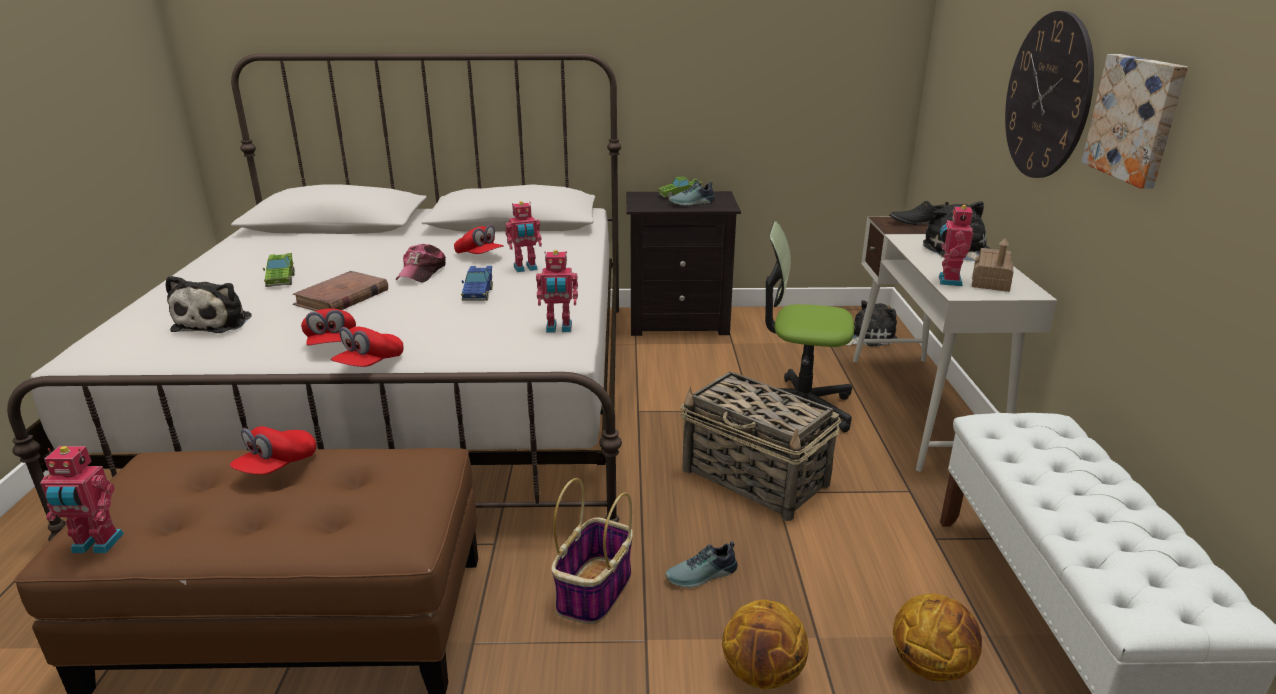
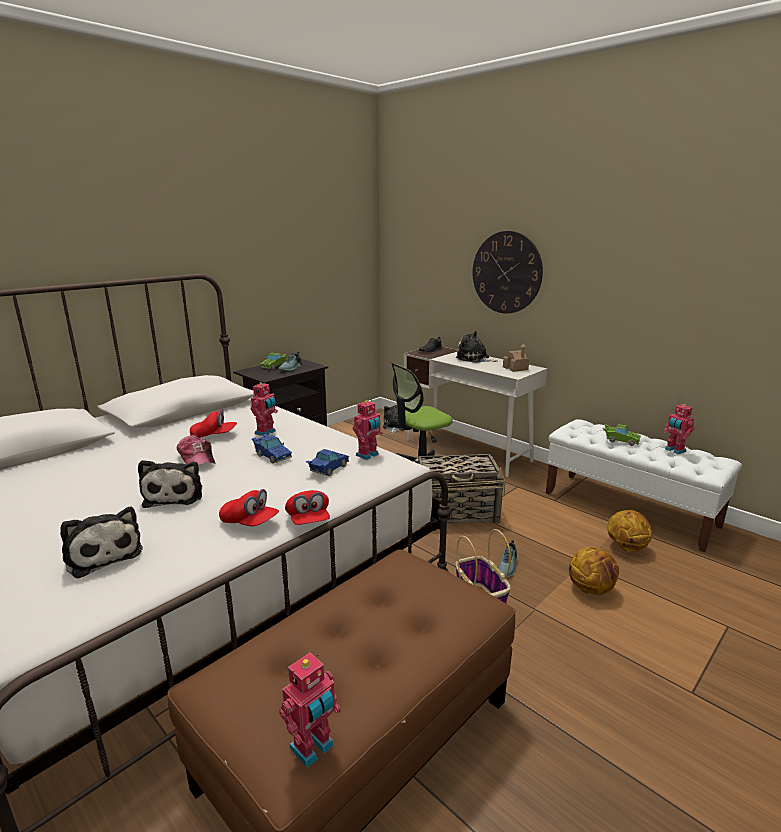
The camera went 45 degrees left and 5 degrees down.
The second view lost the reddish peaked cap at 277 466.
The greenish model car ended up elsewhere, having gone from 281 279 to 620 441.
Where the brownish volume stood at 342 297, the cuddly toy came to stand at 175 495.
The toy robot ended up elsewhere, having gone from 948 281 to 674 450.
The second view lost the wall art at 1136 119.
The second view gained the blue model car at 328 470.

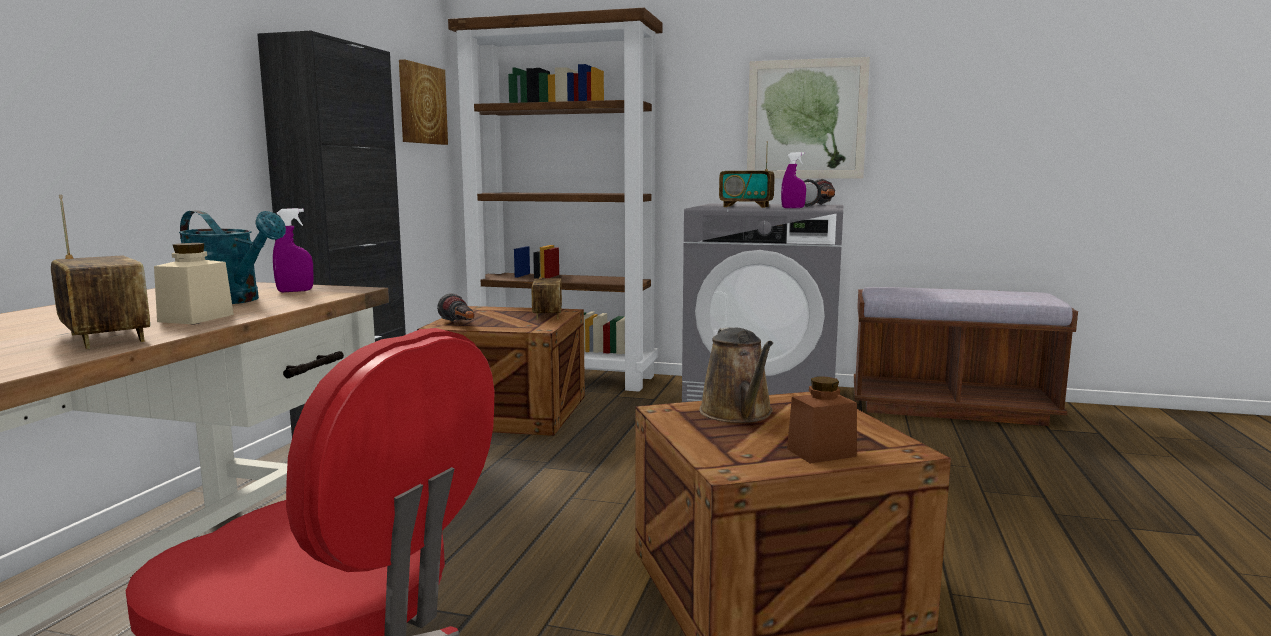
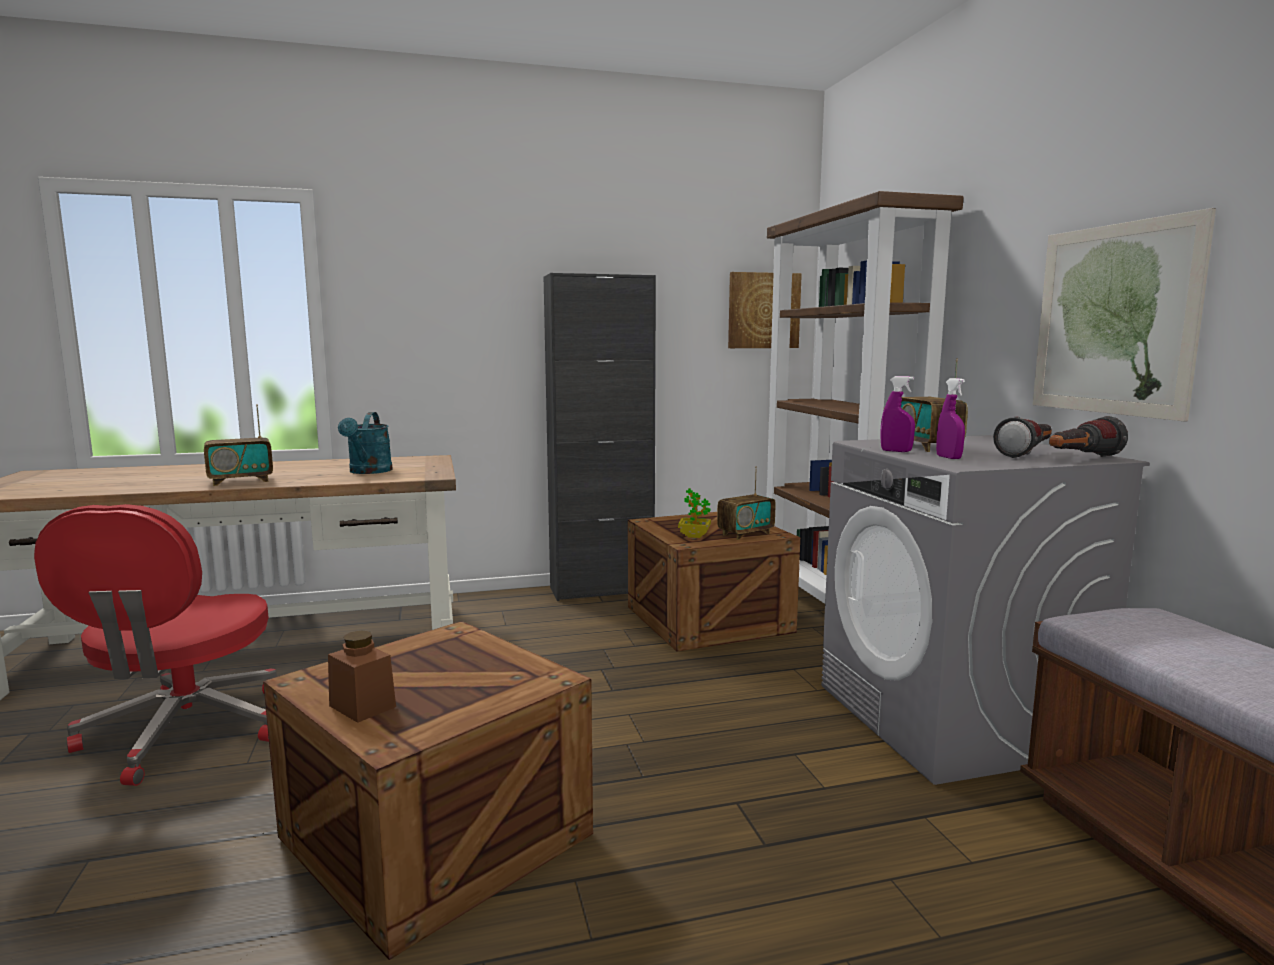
The camera went 60 degrees right and 0 degrees up.
The radio receiver at 105 338 ended up facing another way, 45 degrees clockwise from before.
The second view lost the beige preserve jar at 196 318.
The purplish spray bottle ended up elsewhere, having gone from 295 291 to 896 451.
The second view lost the hand torch at 460 325.
The second view lost the brownish sprinkling can at 738 414.
The second view gained the potted plant at 694 536.

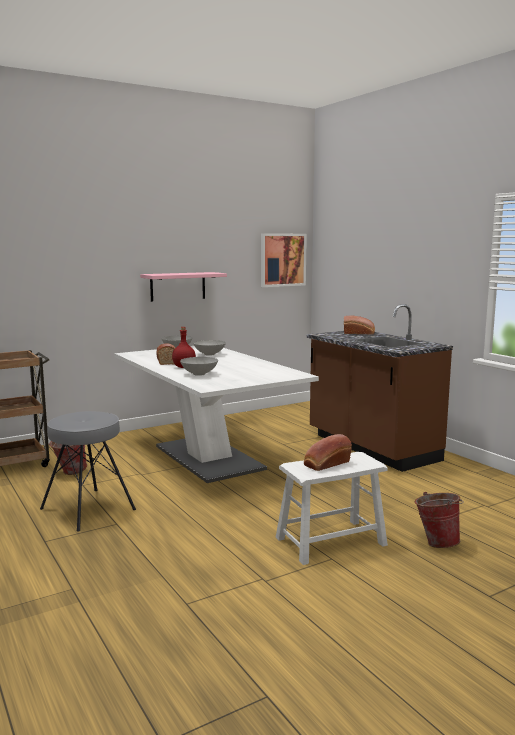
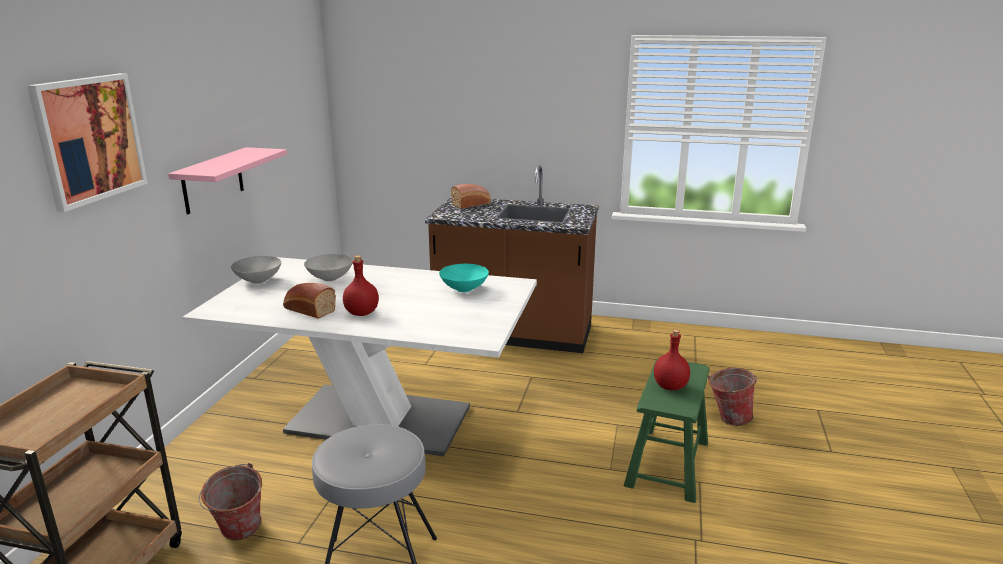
The camera went 45 degrees left and 10 degrees up.
The second view lost the gray deep dish at 199 374.
The wall art ended up elsewhere, having gone from 282 260 to 89 139.
What was the white-coloured stool at 331 541 turned into the greenish stool at 667 463.
Where the baked bread stood at 326 464, the reddish bottle came to stand at 670 387.
The second view gained the blue-green deep dish at 463 289.

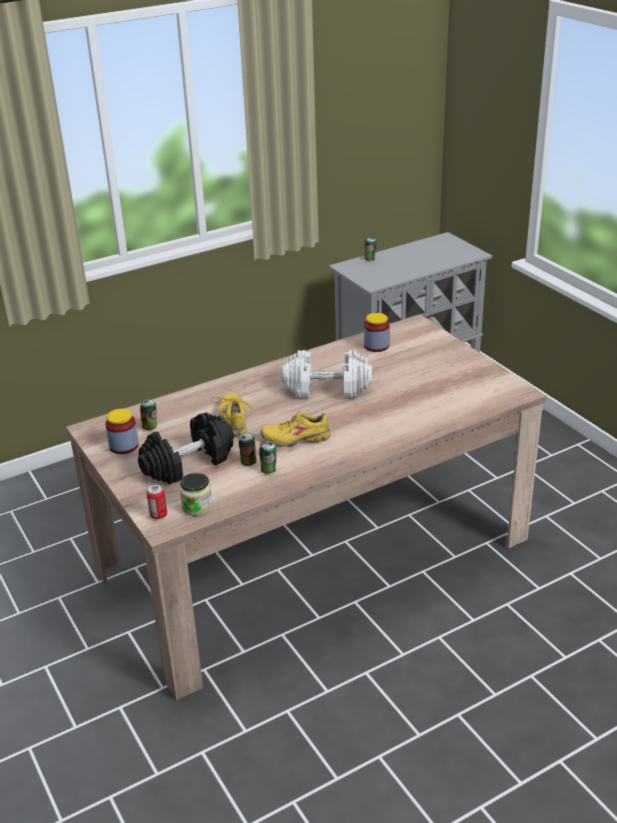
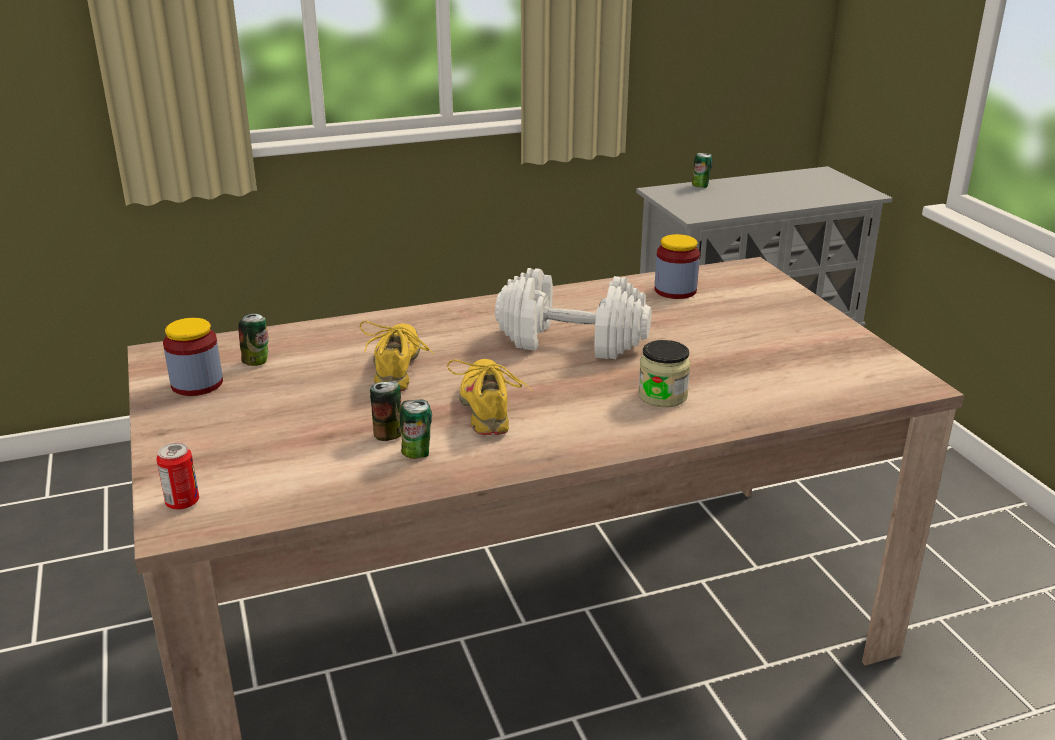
The camera went 10 degrees right and 5 degrees down.
The second view lost the black free weight at 188 463.
The preserve jar ended up elsewhere, having gone from 197 506 to 662 396.
The yellow-coloured shoe at 296 438 ended up facing another way, 75 degrees clockwise from before.

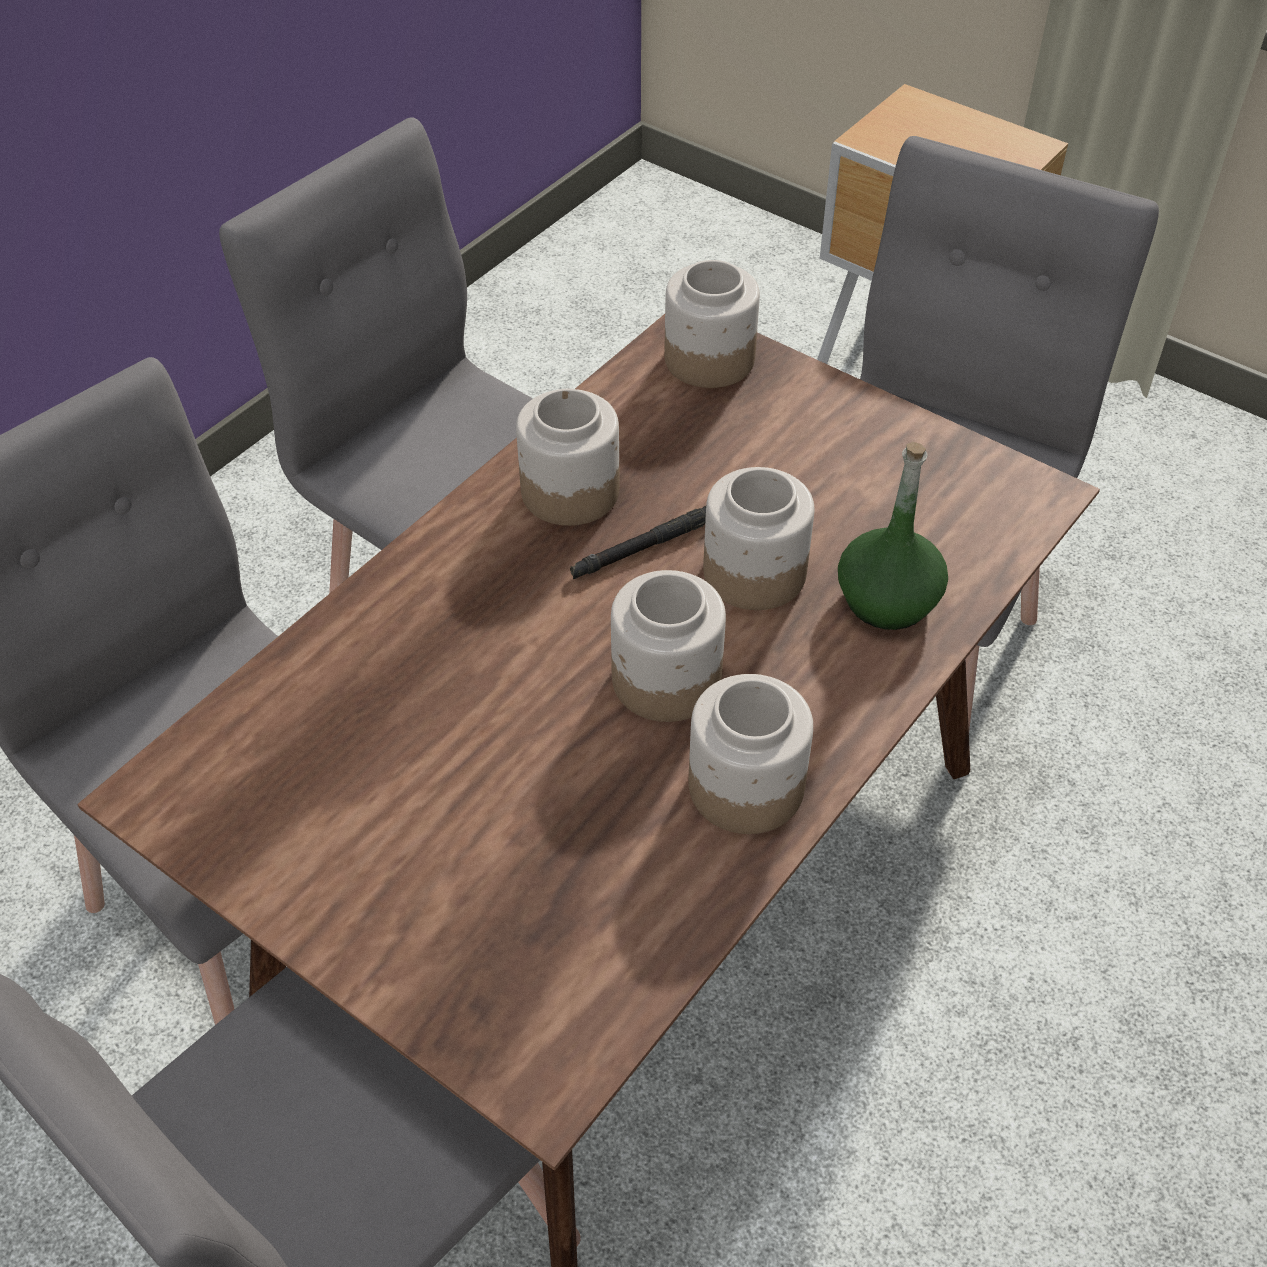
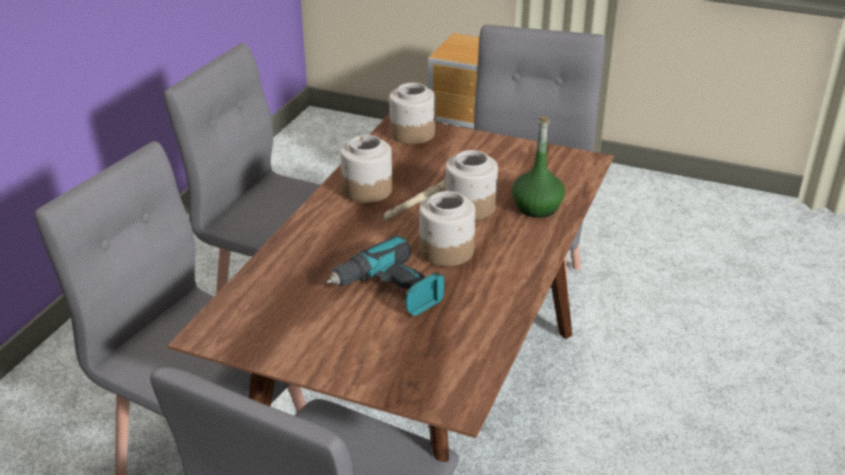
The camera went 15 degrees left and 15 degrees down.
What was the black hand torch at 650 544 turned into the beige hand torch at 415 203.
The second view lost the preserve jar at 744 787.
The second view gained the power drill at 389 291.

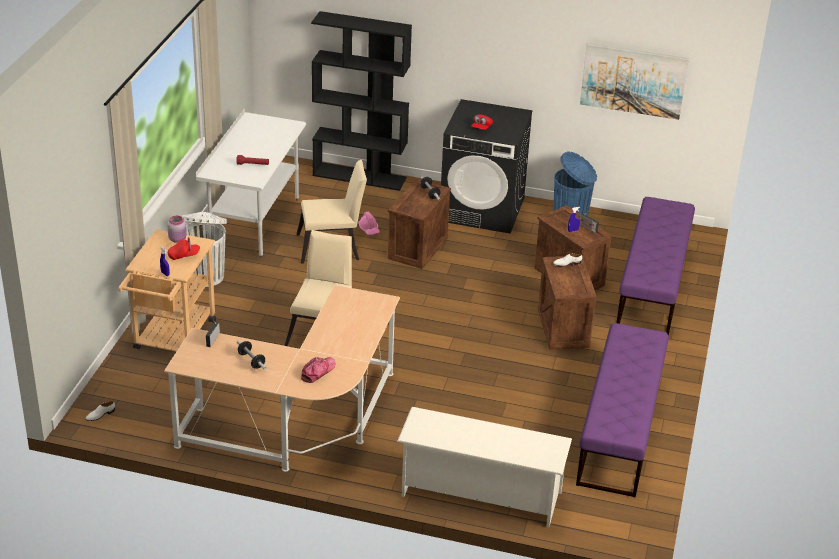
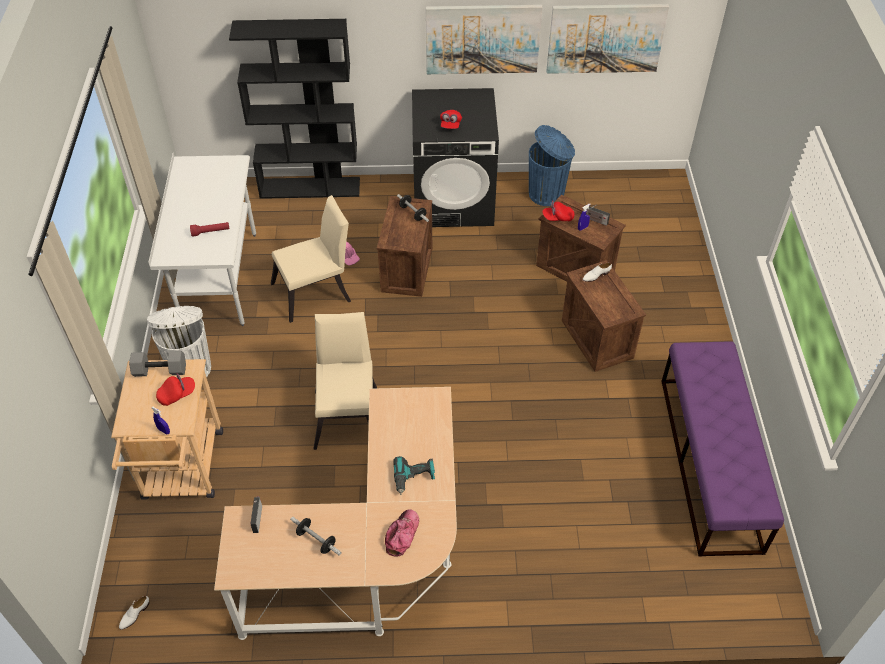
The camera went 15 degrees left and 15 degrees up.
Where the pink preserve jar stood at 178 239, the gray free weight came to stand at 161 370.
The second view lost the white-coloured shoe stand at 480 494.
The second view lost the purplish long seat at 652 287.
The second view gained the power drill at 414 478.
The second view gained the wall art at 482 39.
The second view gained the reddish peaked cap at 557 217.

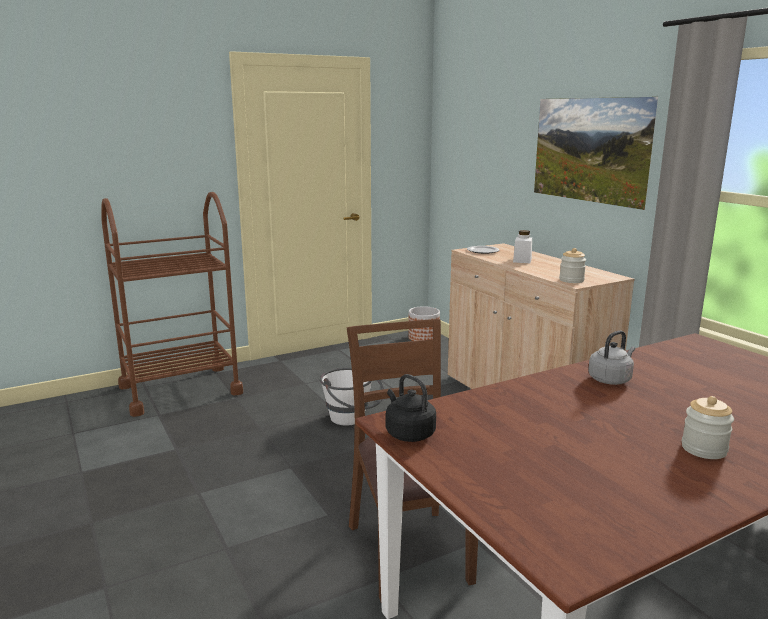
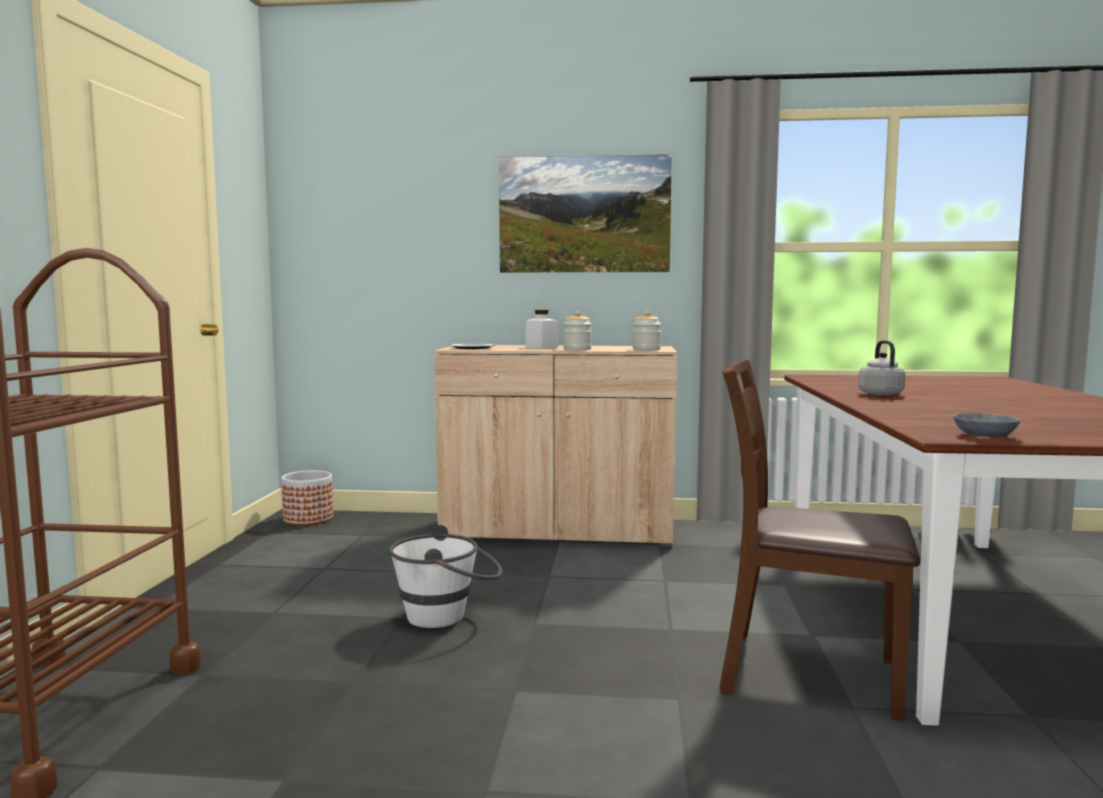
The camera went 55 degrees left and 10 degrees down.
Where the black tea kettle stood at 408 433, the gray deep dish came to stand at 984 435.
The preserve jar ended up elsewhere, having gone from 704 449 to 577 349.

